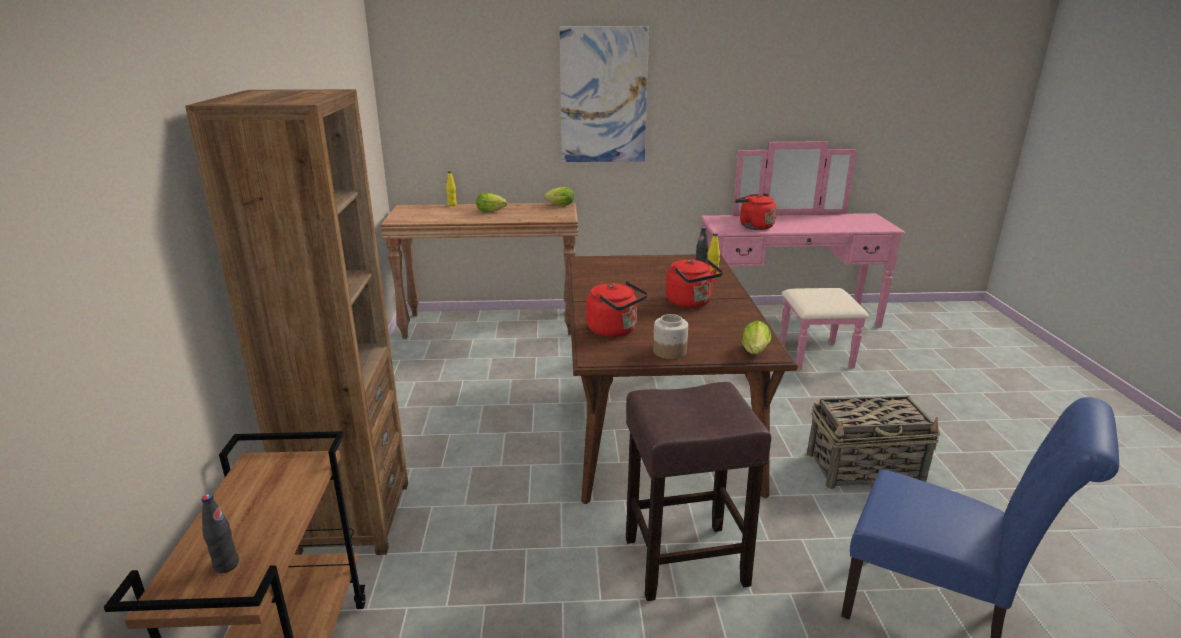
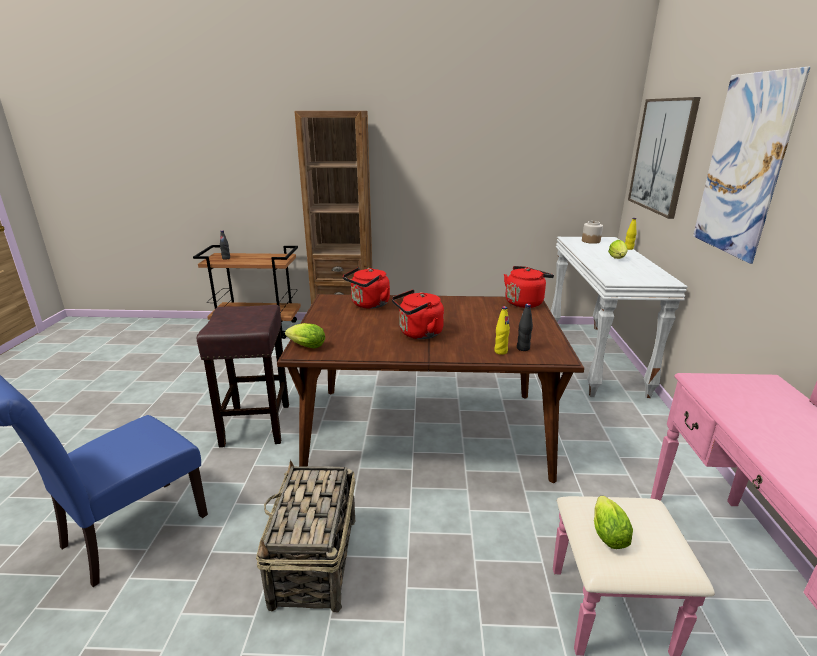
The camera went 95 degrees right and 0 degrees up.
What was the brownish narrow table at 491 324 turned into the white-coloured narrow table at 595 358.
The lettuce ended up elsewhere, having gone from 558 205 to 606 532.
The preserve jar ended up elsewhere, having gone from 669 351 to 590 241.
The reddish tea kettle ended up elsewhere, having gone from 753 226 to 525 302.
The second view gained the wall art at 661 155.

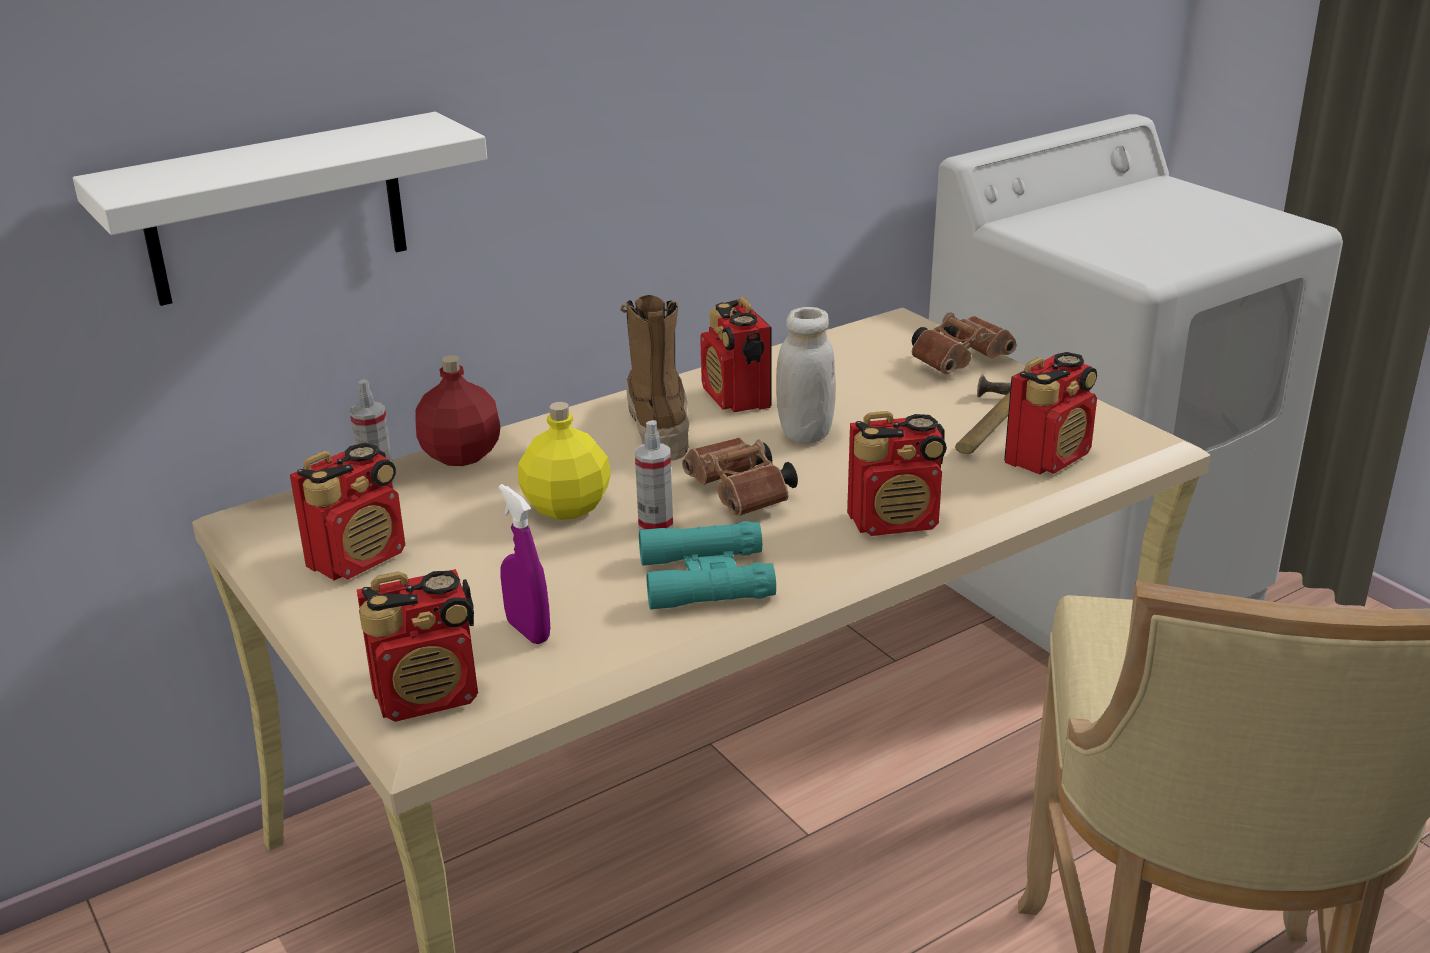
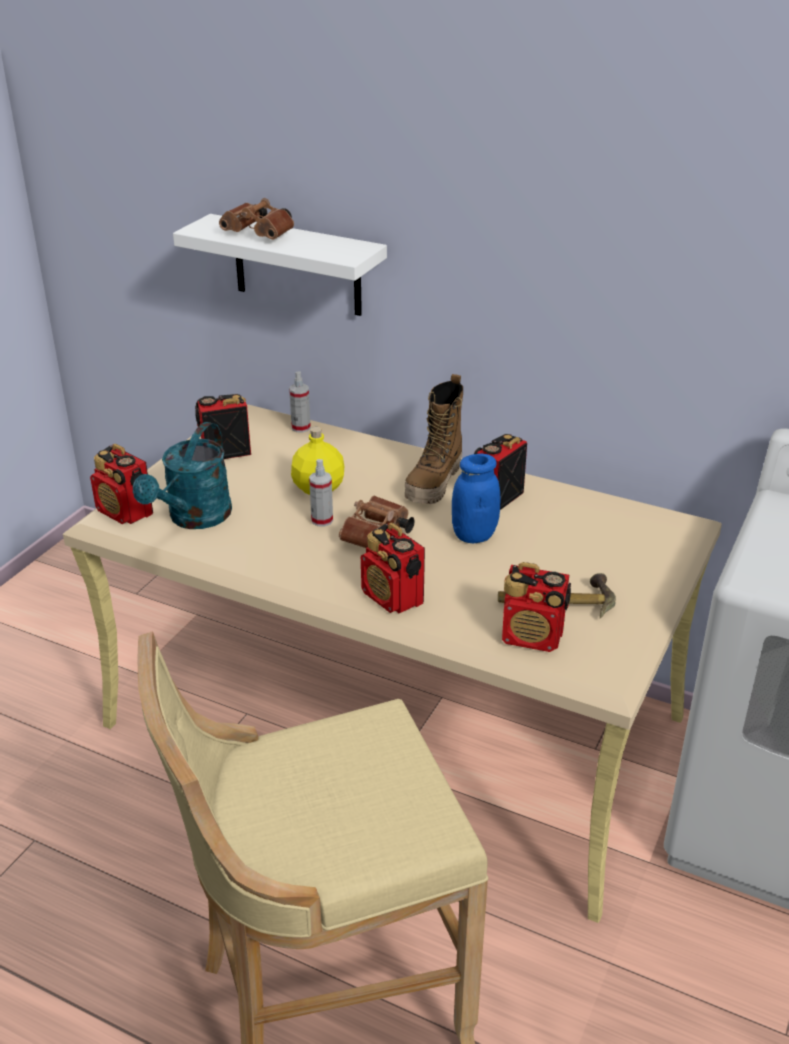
The camera went 60 degrees right and 5 degrees up.
The radio receiver at 359 558 ended up facing another way, 150 degrees clockwise from before.
The second view lost the reddish bottle at 462 455.
Where the purplish spray bottle stood at 528 631, the blue-green sprinkling can came to stand at 194 519.
The tall boot at 657 425 ended up facing another way, 150 degrees clockwise from before.
The second view lost the blue-green pair of binoculars at 706 578.
What was the white-coloured preserve jar at 805 433 turned into the blue preserve jar at 474 535.
The brownish pair of binoculars ended up elsewhere, having gone from 961 361 to 261 235.

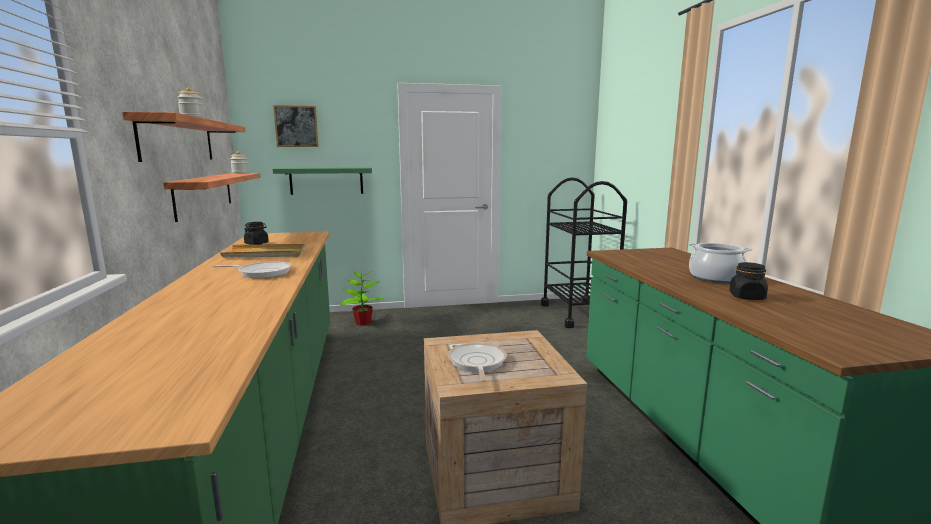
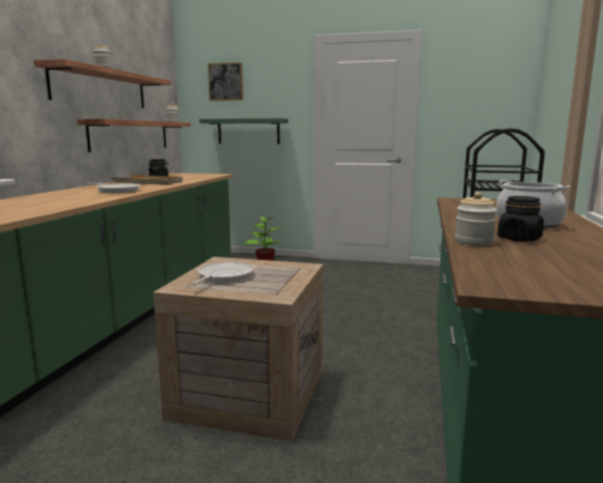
The camera went 25 degrees right and 0 degrees up.
The second view gained the preserve jar at 473 242.

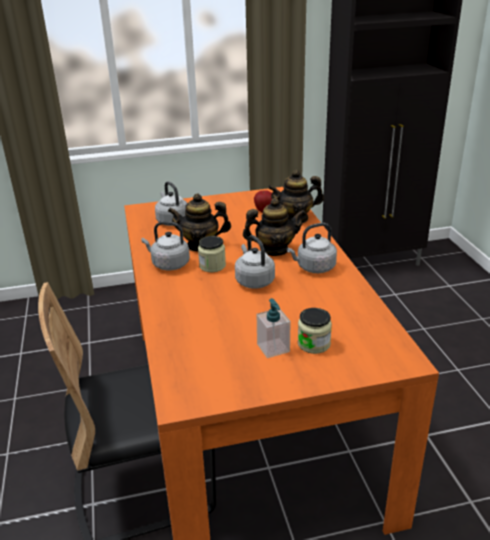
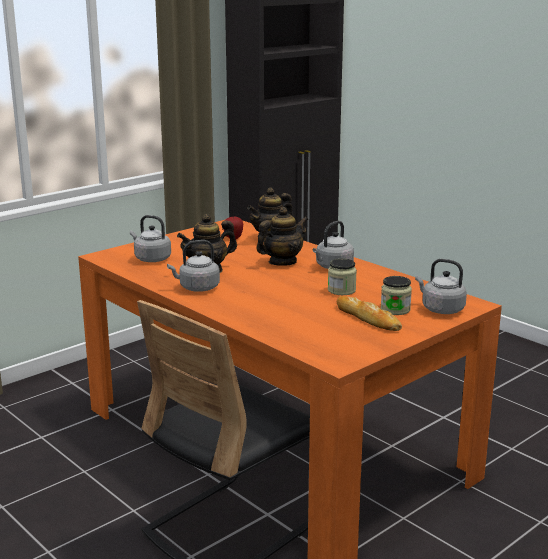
The camera went 30 degrees left and 10 degrees down.
The preserve jar ended up elsewhere, having gone from 212 266 to 341 290.
The gray tea kettle ended up elsewhere, having gone from 254 280 to 440 309.
Where the soap dispenser stood at 273 348, the baked bread came to stand at 367 318.

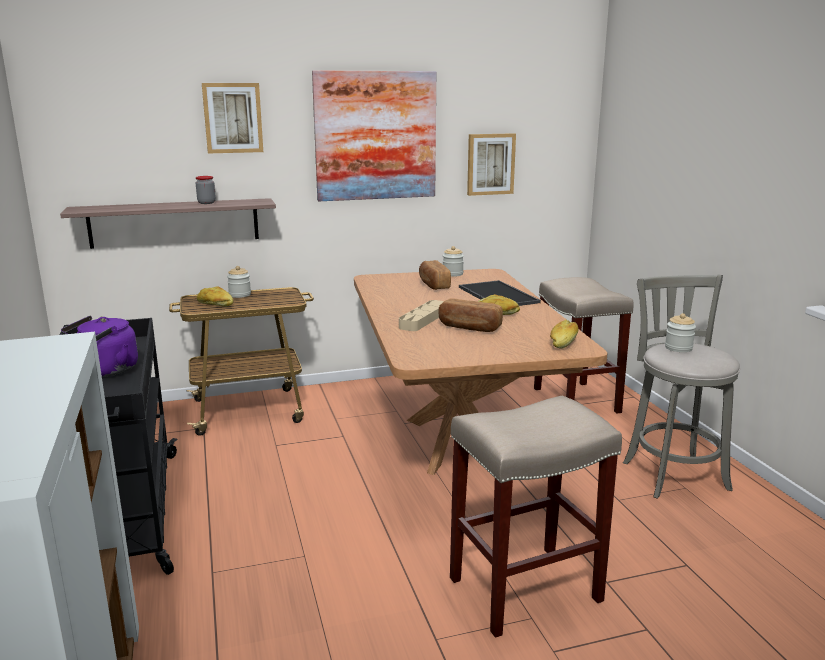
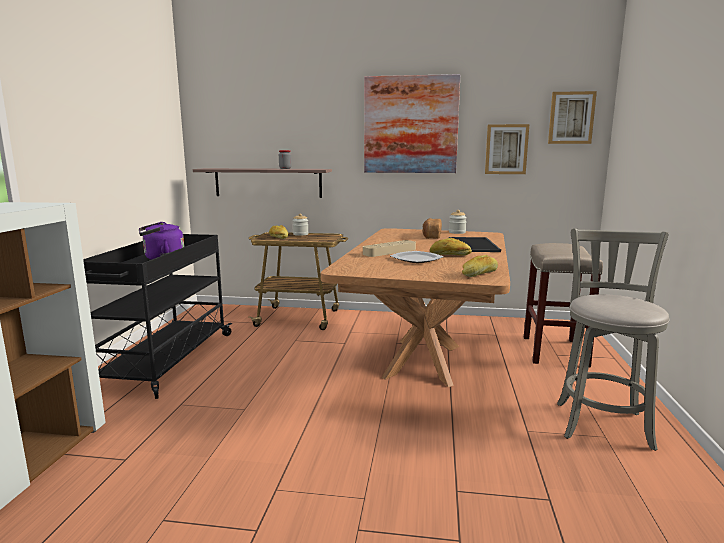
The camera went 25 degrees right and 5 degrees down.
The wall art ended up elsewhere, having gone from 233 118 to 571 118.
Where the baked bread stood at 469 327, the plate came to stand at 416 259.
The second view lost the beige stool at 523 590.
The second view lost the preserve jar at 678 348.

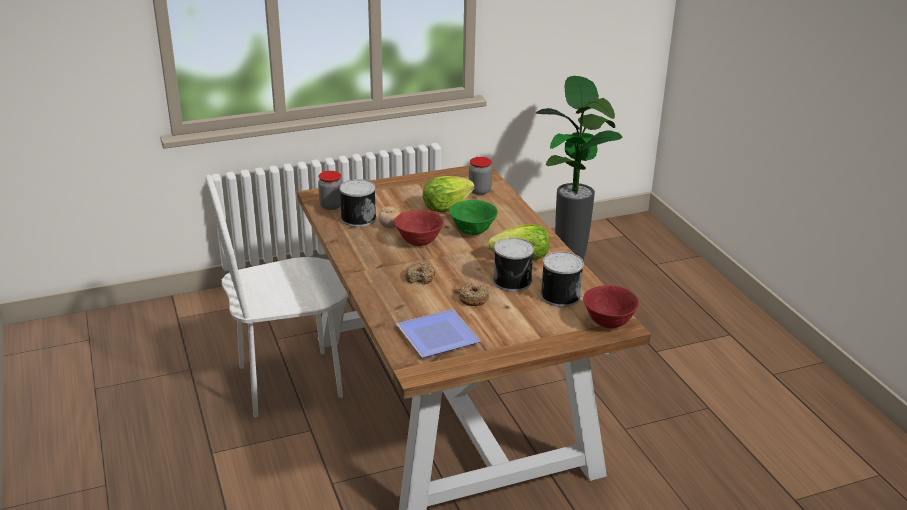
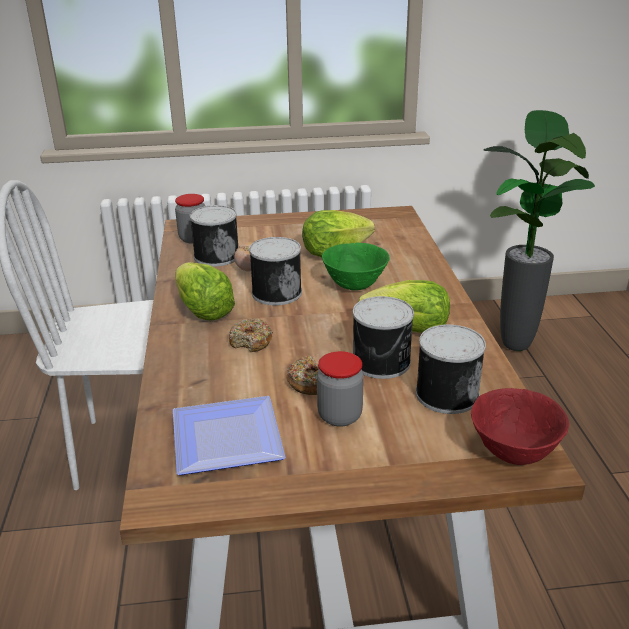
The camera went 15 degrees right and 0 degrees up.
Where the reddish deep dish stood at 419 242, the can came to stand at 276 292.
The preserve jar ended up elsewhere, having gone from 479 191 to 340 416.
The second view gained the lettuce at 203 311.

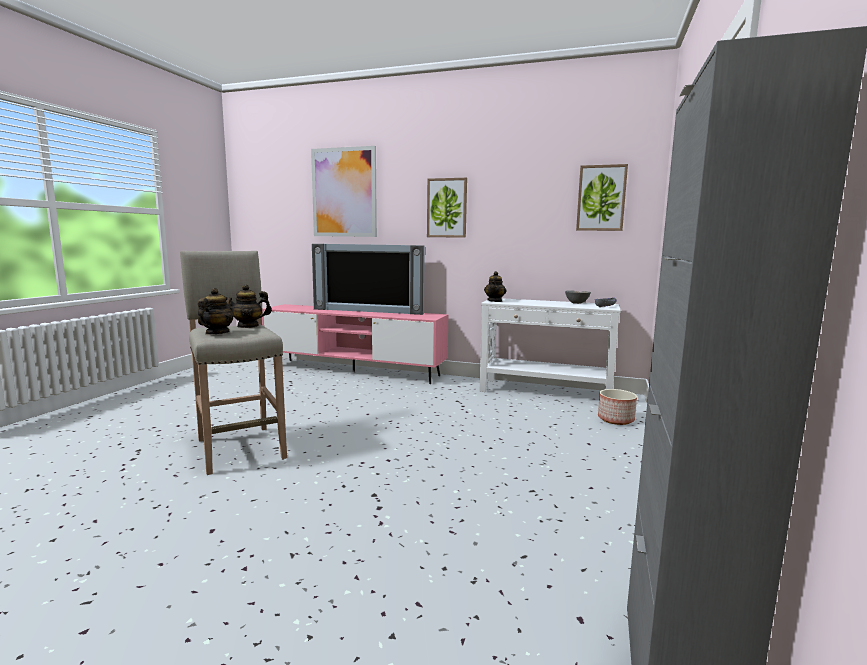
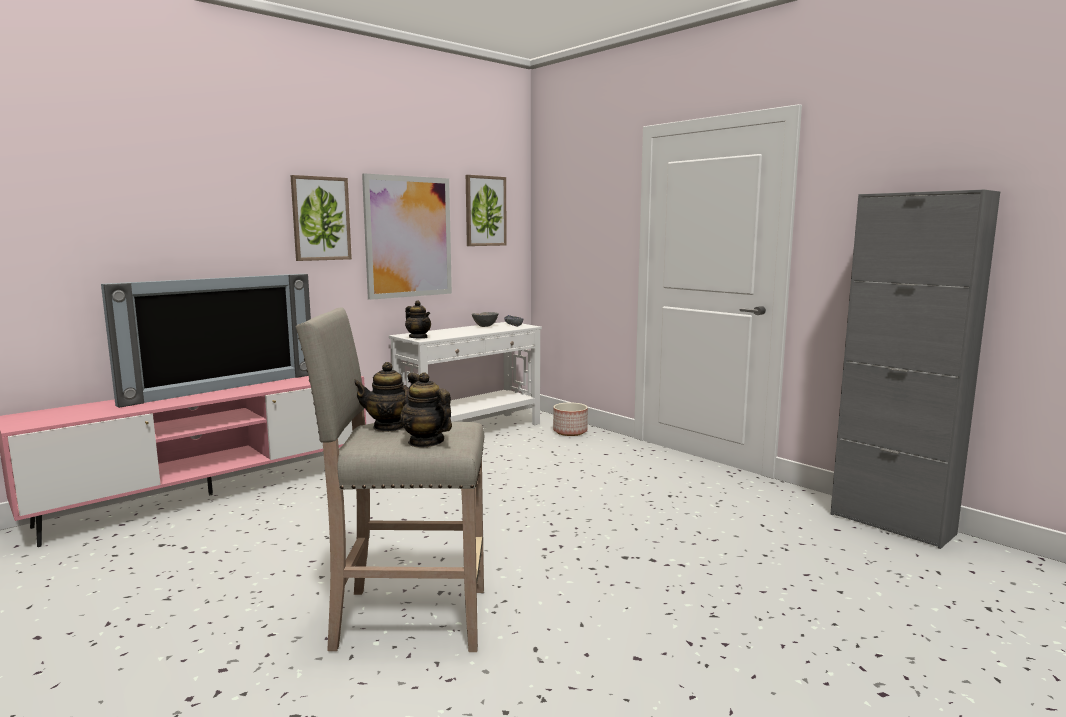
The camera went 60 degrees left and 0 degrees up.
The pot for tea at 248 326 ended up facing another way, 75 degrees clockwise from before.
The wall art ended up elsewhere, having gone from 344 192 to 408 237.

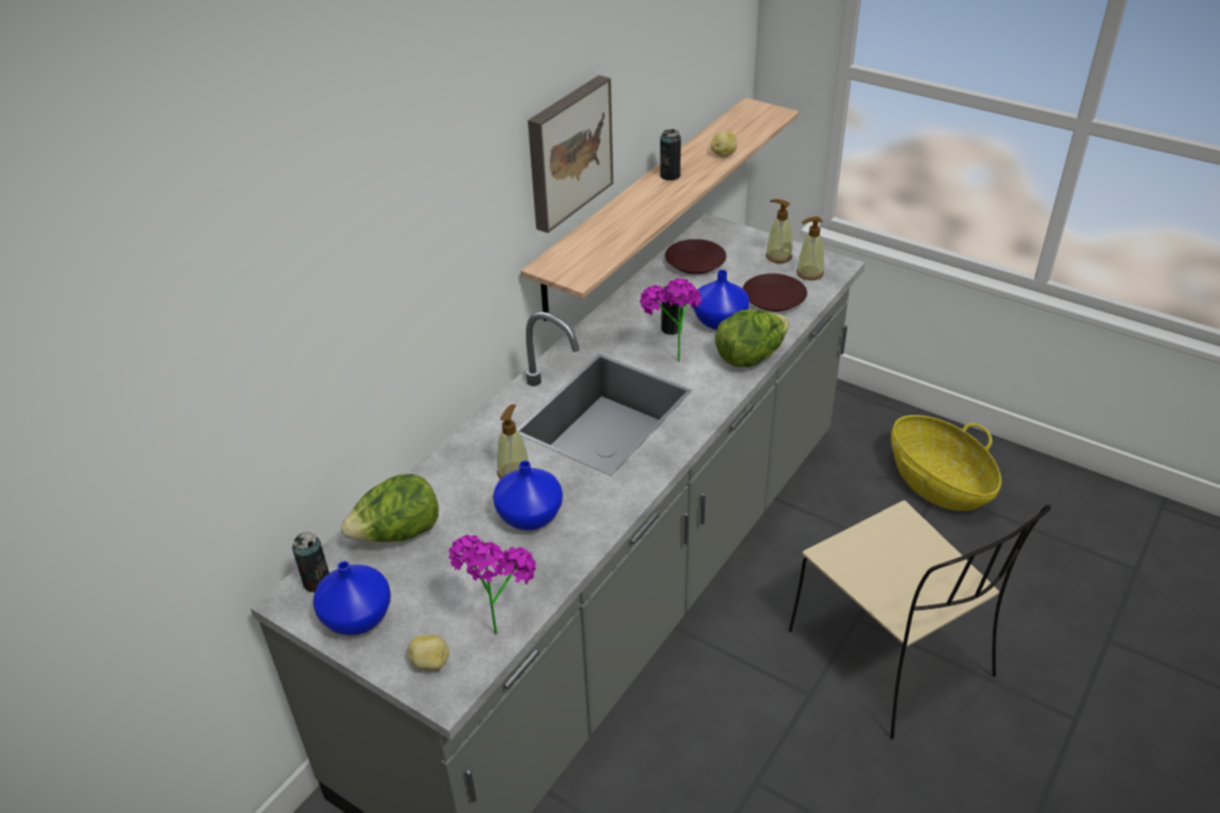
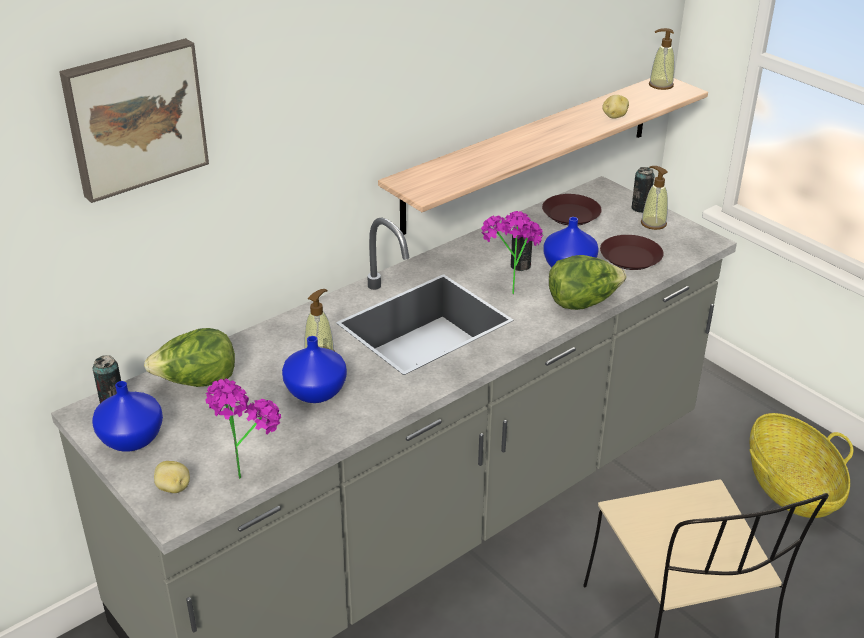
The camera went 15 degrees right and 5 degrees down.
The wall art ended up elsewhere, having gone from 567 152 to 134 117.
The can ended up elsewhere, having gone from 670 175 to 640 208.
The soap dispenser ended up elsewhere, having gone from 809 273 to 660 85.

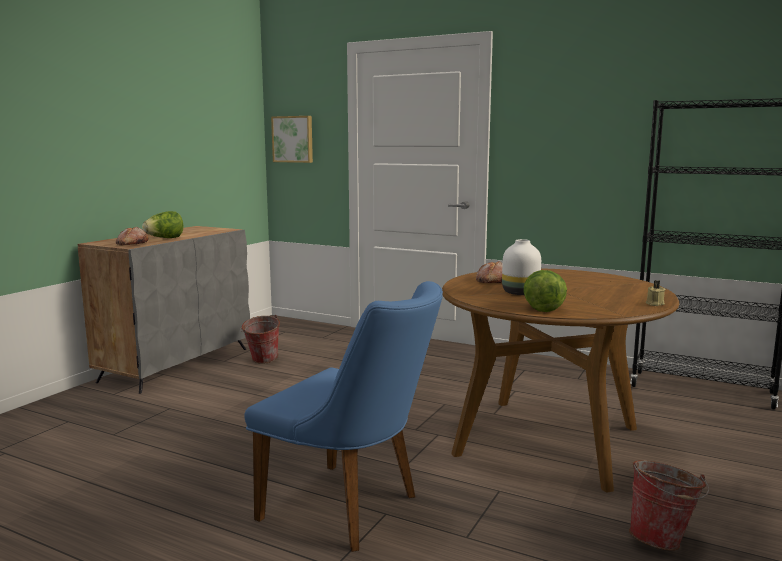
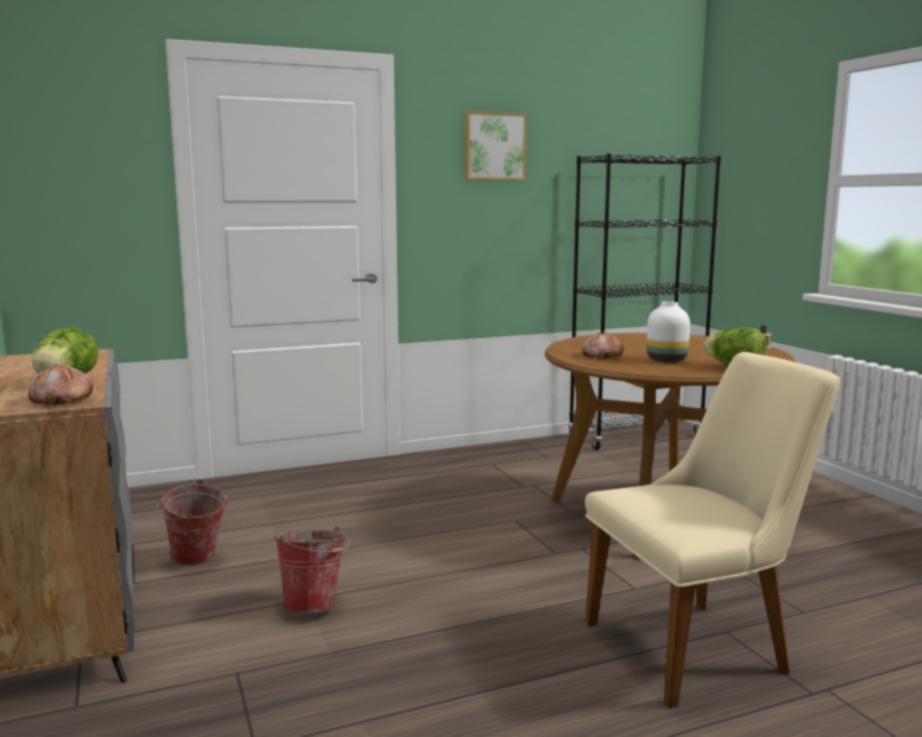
The camera went 50 degrees left and 0 degrees up.
What was the blue upright chair at 352 510 turned into the beige upright chair at 702 645.
The wall art ended up elsewhere, having gone from 293 139 to 494 146.
The pail ended up elsewhere, having gone from 663 540 to 315 605.

